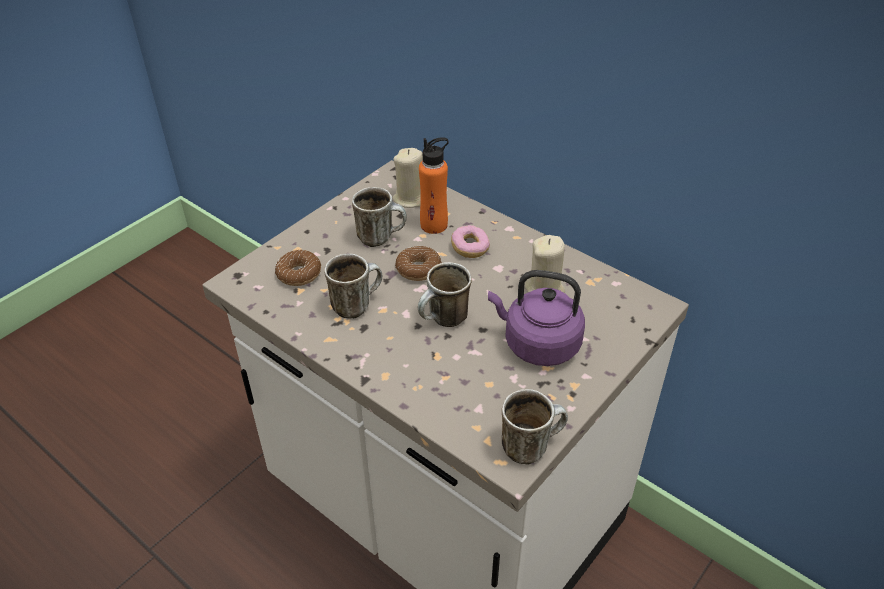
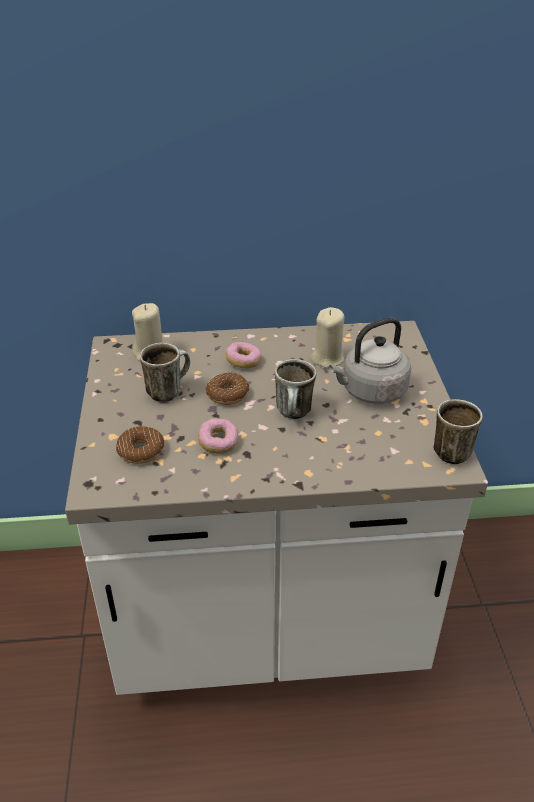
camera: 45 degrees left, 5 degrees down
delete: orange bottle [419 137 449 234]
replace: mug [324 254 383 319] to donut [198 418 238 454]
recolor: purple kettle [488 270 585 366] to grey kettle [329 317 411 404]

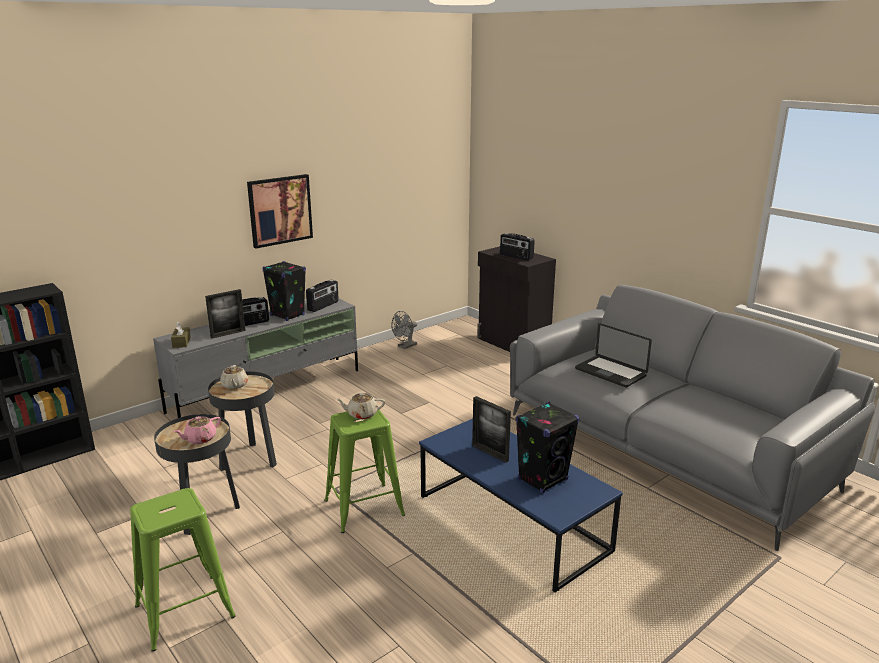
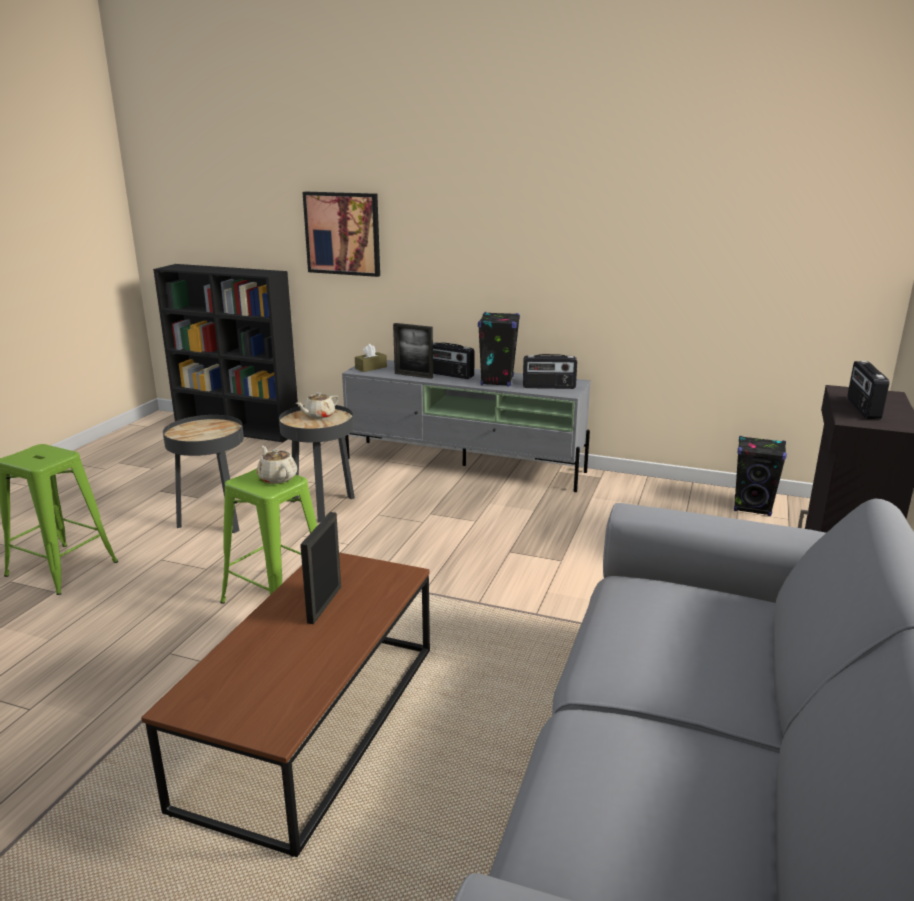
camera: 60 degrees right, 0 degrees up
delete: pink teapot [173 416 221 444]; grey fan [391 311 417 349]; laptop [575 323 652 387]
move: picture [247 174 313 248] to [303 191 380 277]; black speaker [516 402 579 493] to [734 436 787 516]
recolor: blue coffee table [419 419 623 592] to brown coffee table [141 552 430 857]

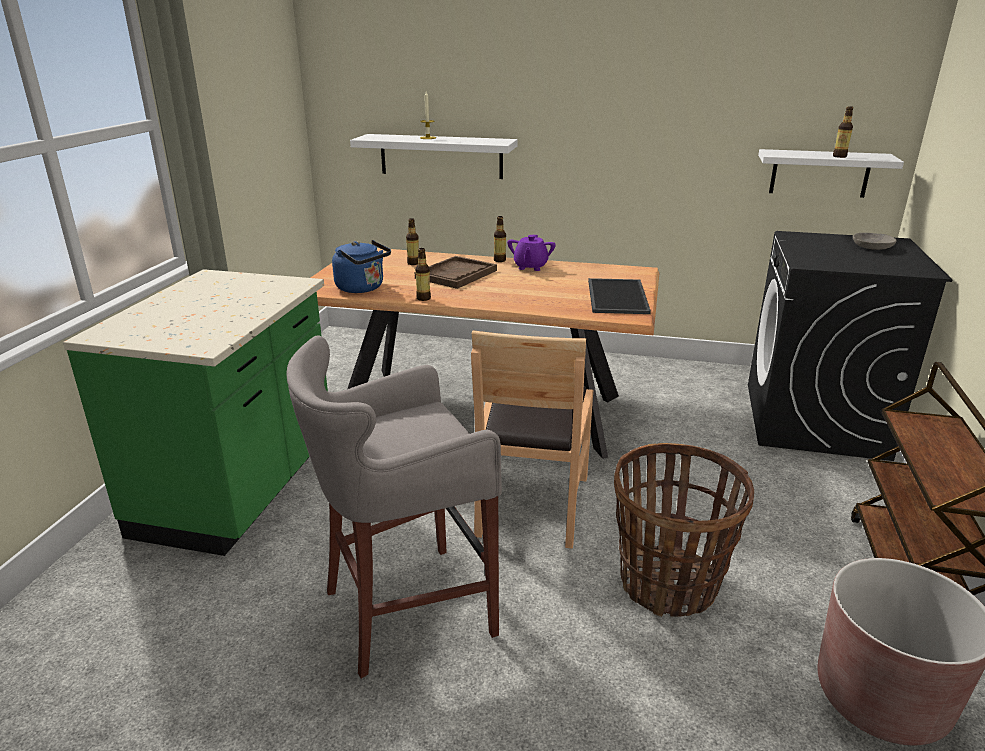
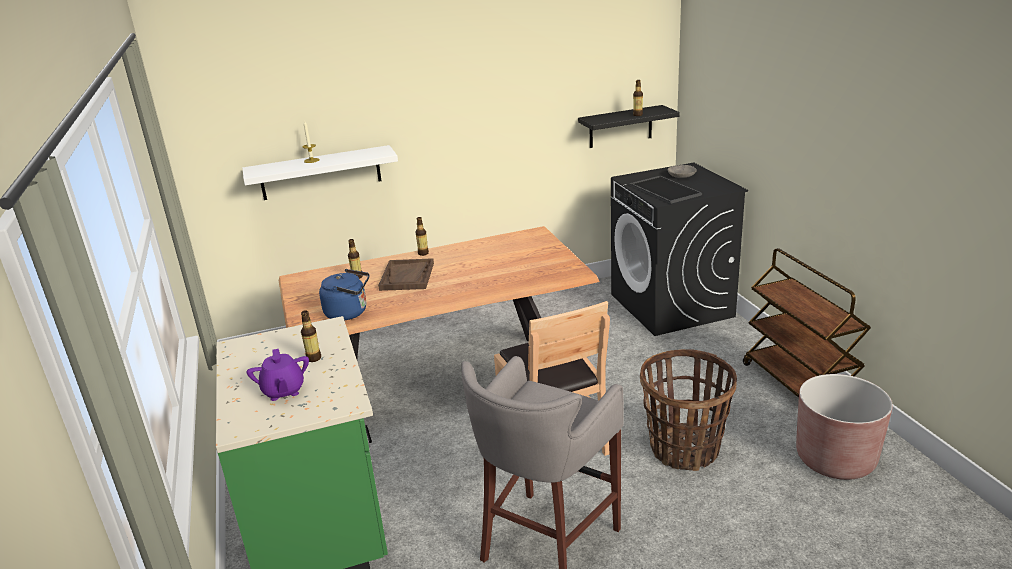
camera: 30 degrees left, 0 degrees up
move: bottle [415 248 431 301] to [301 310 321 362]; purple teapot [507 235 556 271] to [246 349 309 401]; tray [588 278 651 314] to [629 176 703 204]
recolor: white shelf [758 149 904 198] to black shelf [578 105 680 148]

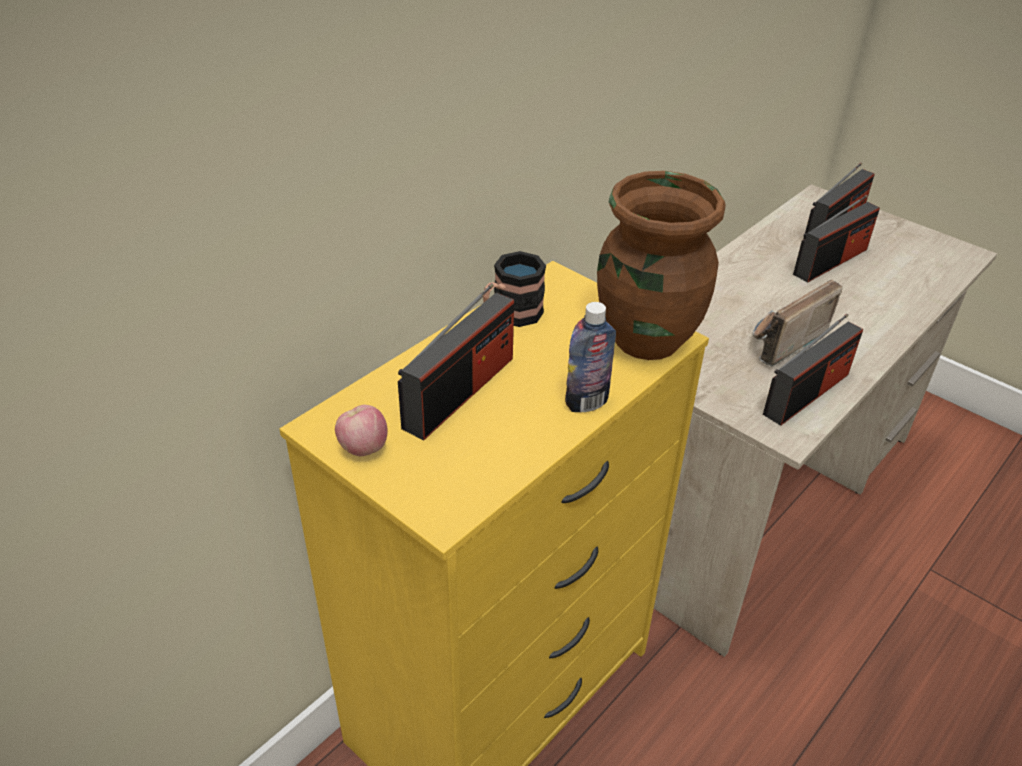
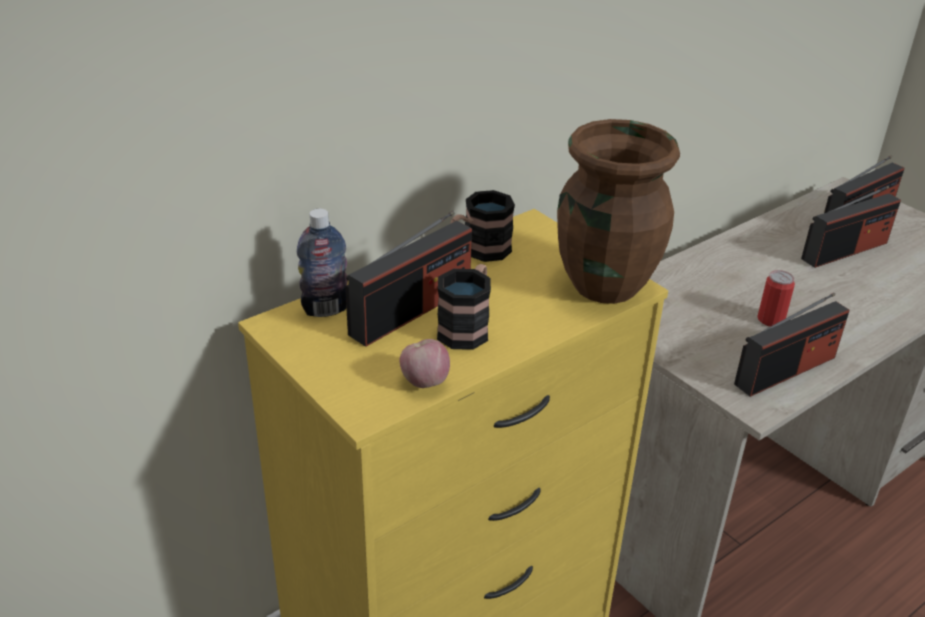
camera: 10 degrees right, 5 degrees down
insert: mug [437 264 491 350]
move: apple [335 405 388 456] to [400 339 450 388]; bottle [565 302 616 412] to [297 209 348 317]
replace: radio [752 280 842 367] to can [757 270 795 327]

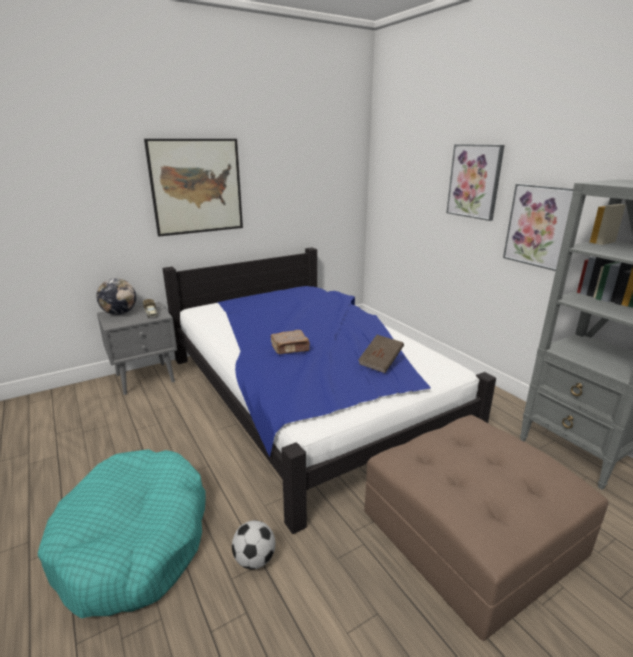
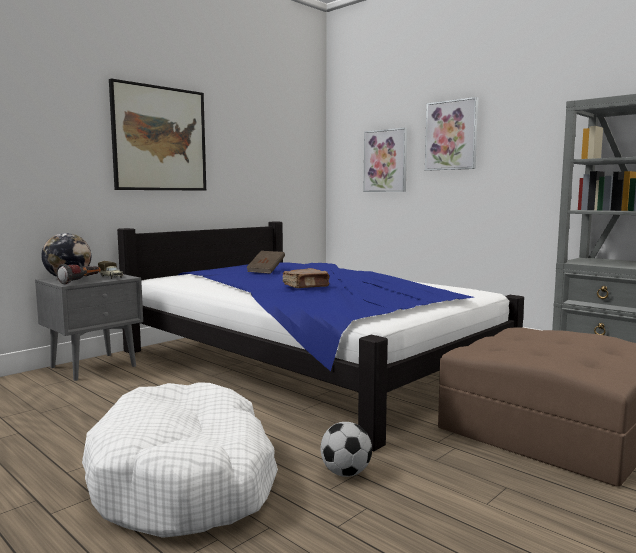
camera: 15 degrees left, 15 degrees down
insert: flashlight [57 264 101 285]
move: brown book [358 335 404 373] to [246 251 285 274]; picture [503 184 573 271] to [364 128 407 192]
recolor: turquoise dog bed [38 449 206 618] to white dog bed [82 382 278 538]

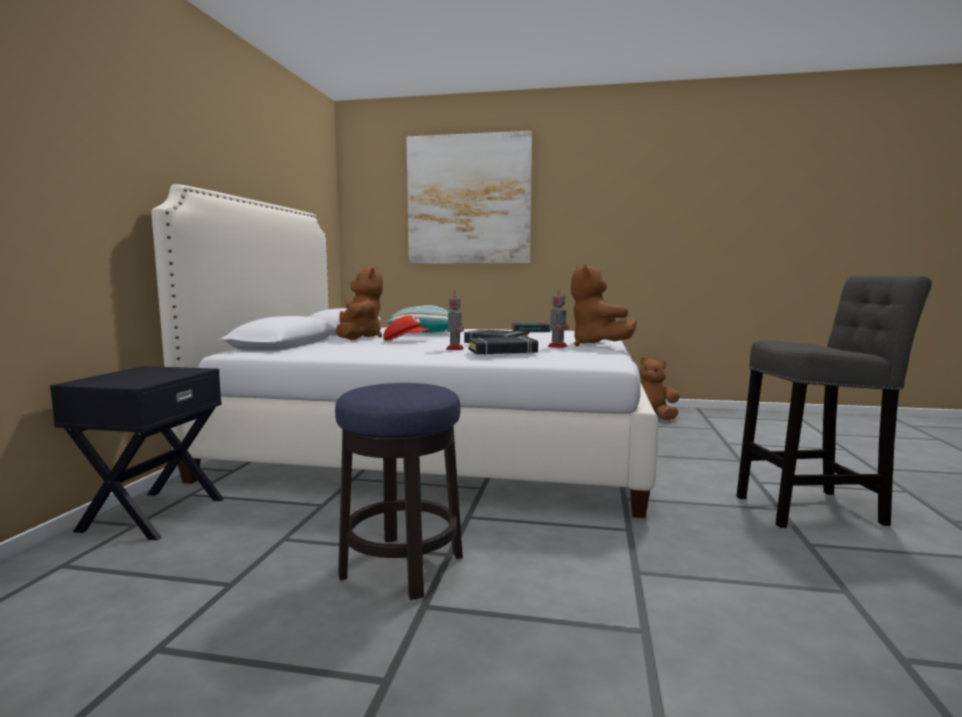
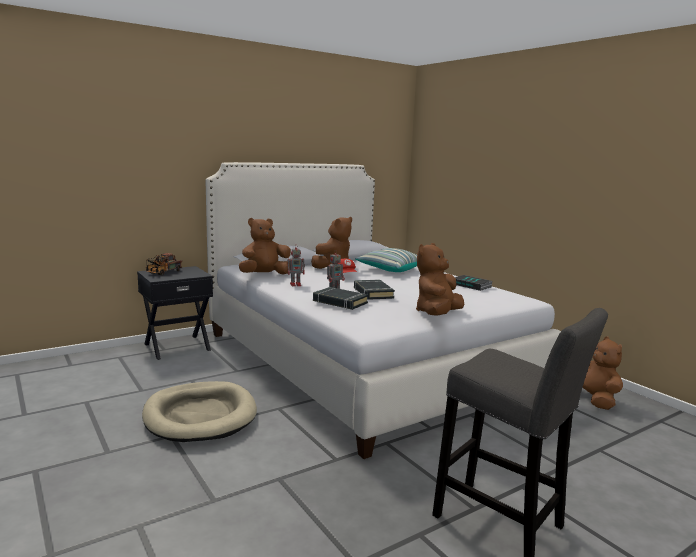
camera: 45 degrees right, 5 degrees up
delete: picture [406 131 532 264]
insert: toy truck [146 253 182 275]; brown plush toy [239 218 291 275]
move: toy robot [548 288 569 348] to [288 244 305 286]
replace: stool [335 383 463 600] to beige dog bed [142 381 257 442]

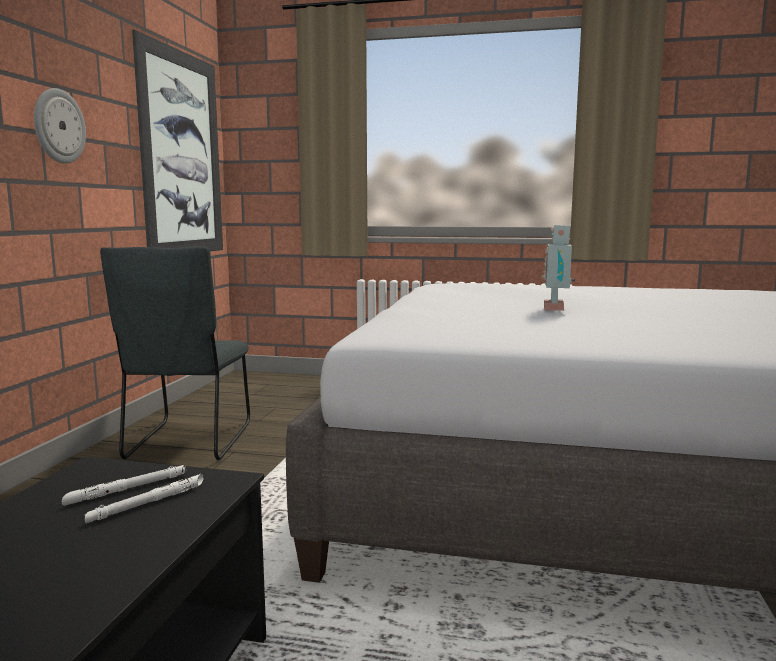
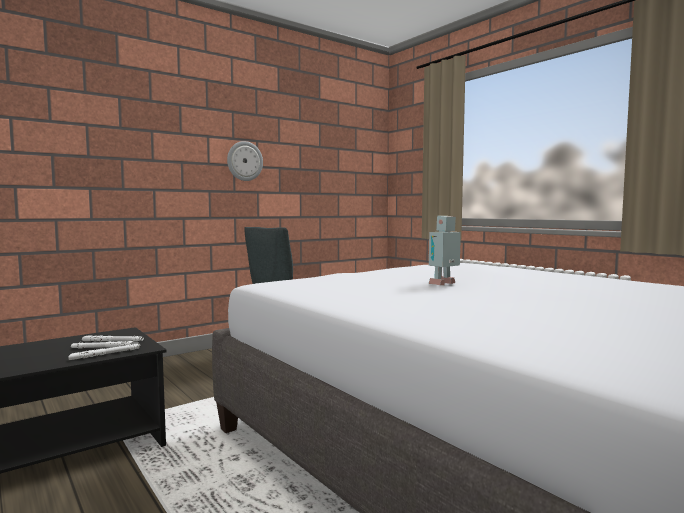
camera: 40 degrees right, 5 degrees down
delete: picture [132 30 223 252]
insert: white flashlight [68 343 140 360]

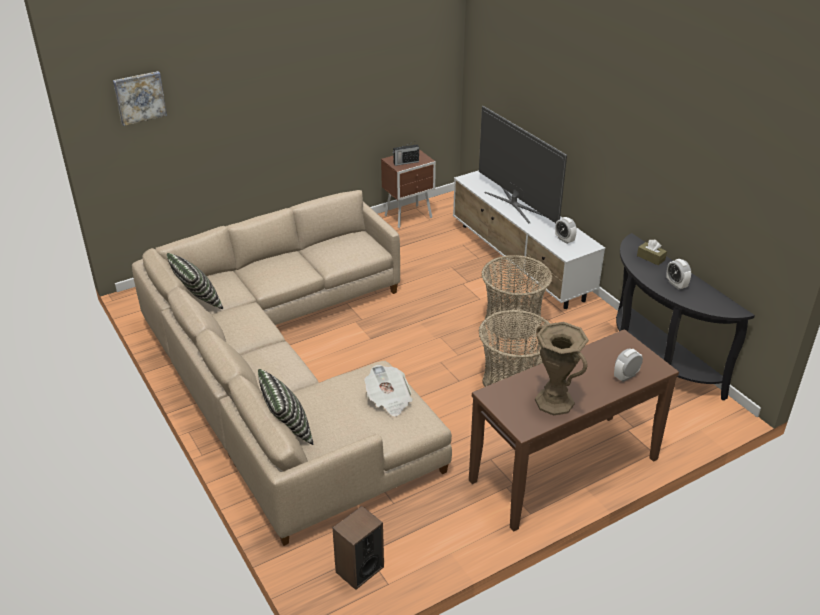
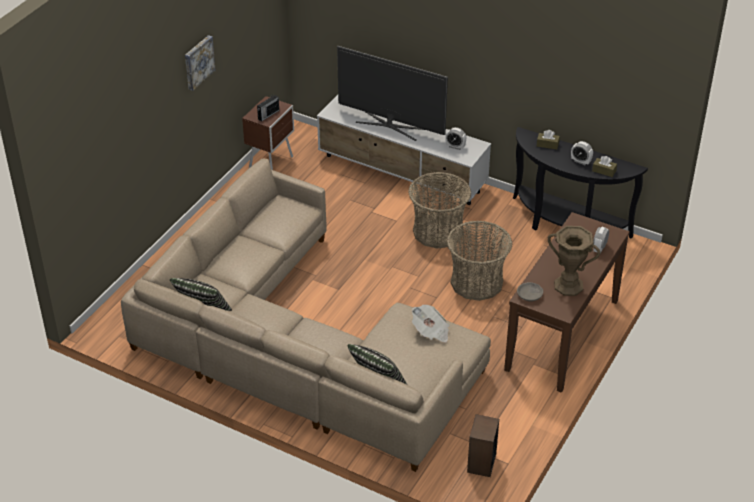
camera: 30 degrees left, 5 degrees up
insert: grey bowl [517 282 543 301]; brown tissue box [592 156 617 177]
move: picture [113 71 167 126] to [185 35 216 91]

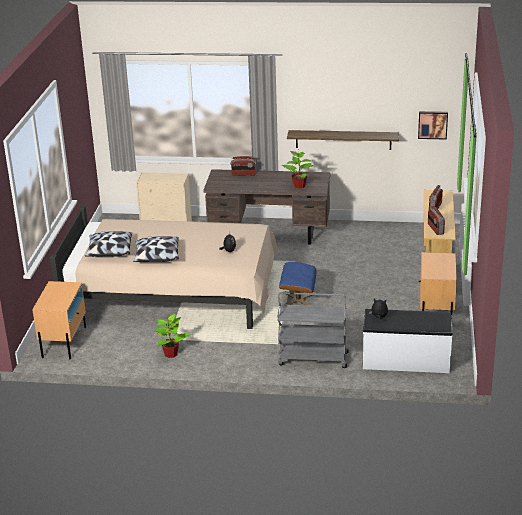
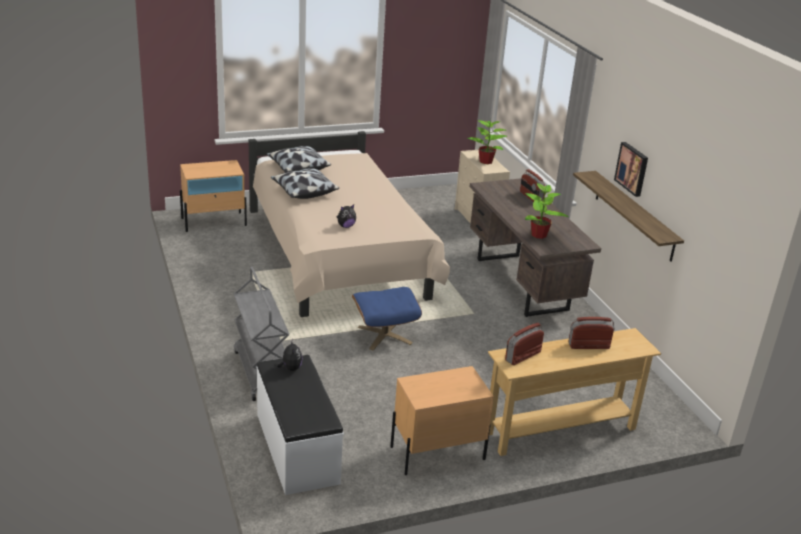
camera: 60 degrees right, 0 degrees up
move: potted plant [155 314 190 358] to [467 120 507 164]; picture [418 111 448 140] to [614 142 648 197]

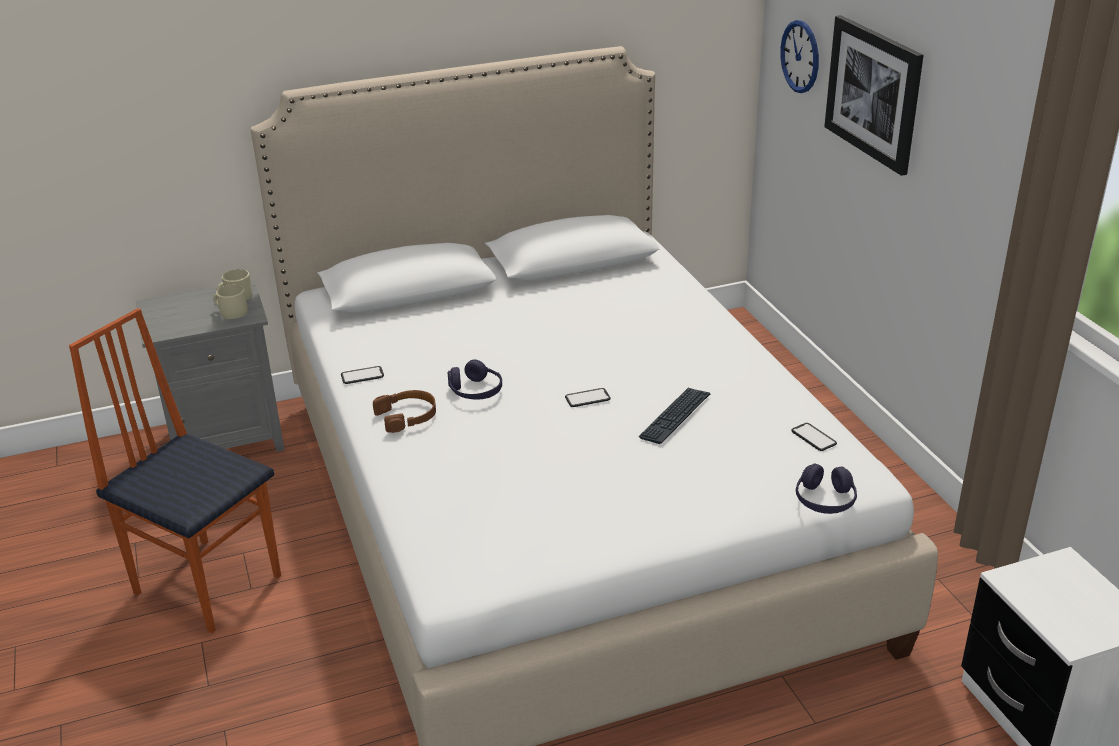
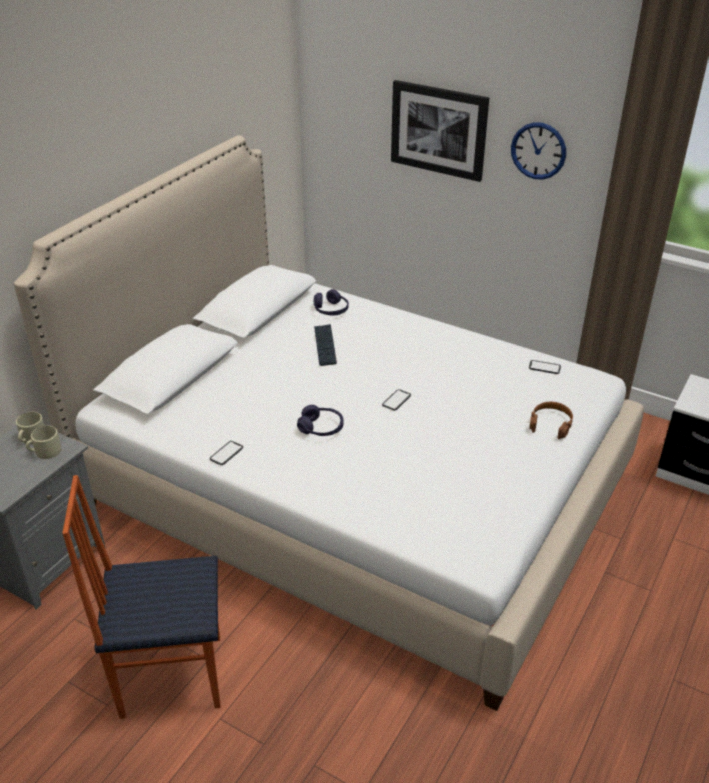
camera: 40 degrees left, 5 degrees up
move: brown headphones [373 390 436 433] to [529 402 573 439]; keyboard [639 388 710 444] to [314 324 337 366]; wall clock [780 20 819 93] to [511 122 566 180]; purple headphones [796 463 857 514] to [314 289 349 316]

